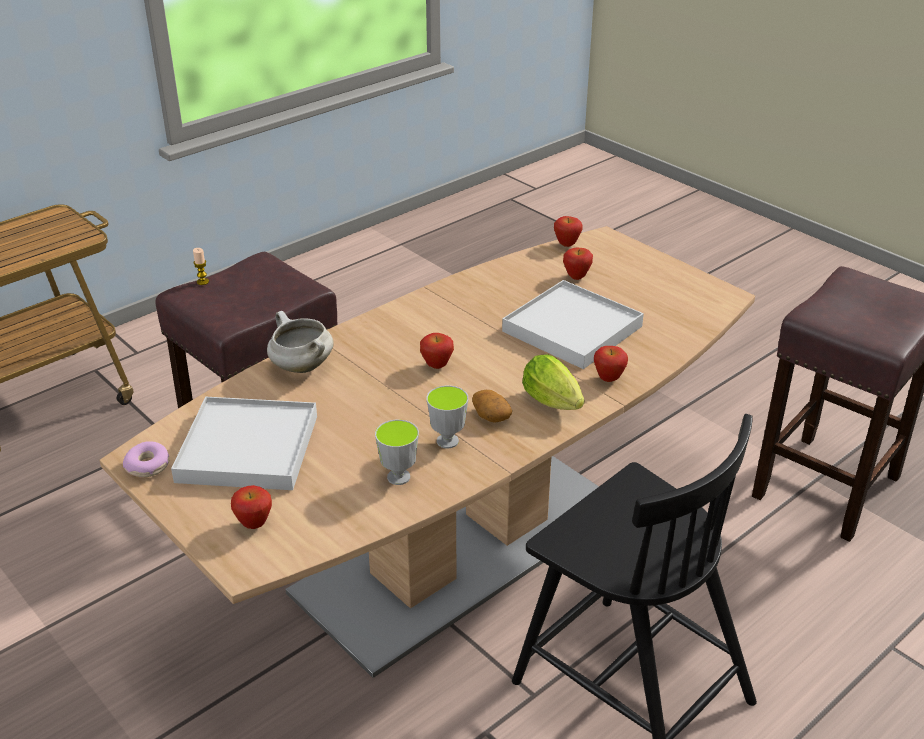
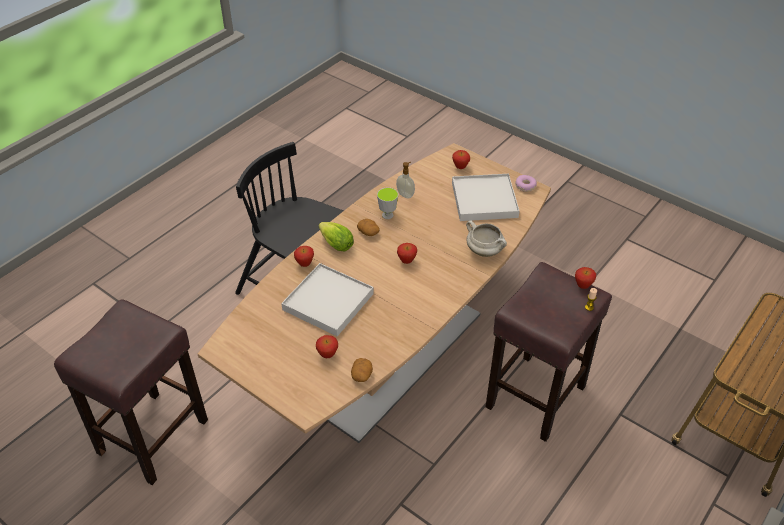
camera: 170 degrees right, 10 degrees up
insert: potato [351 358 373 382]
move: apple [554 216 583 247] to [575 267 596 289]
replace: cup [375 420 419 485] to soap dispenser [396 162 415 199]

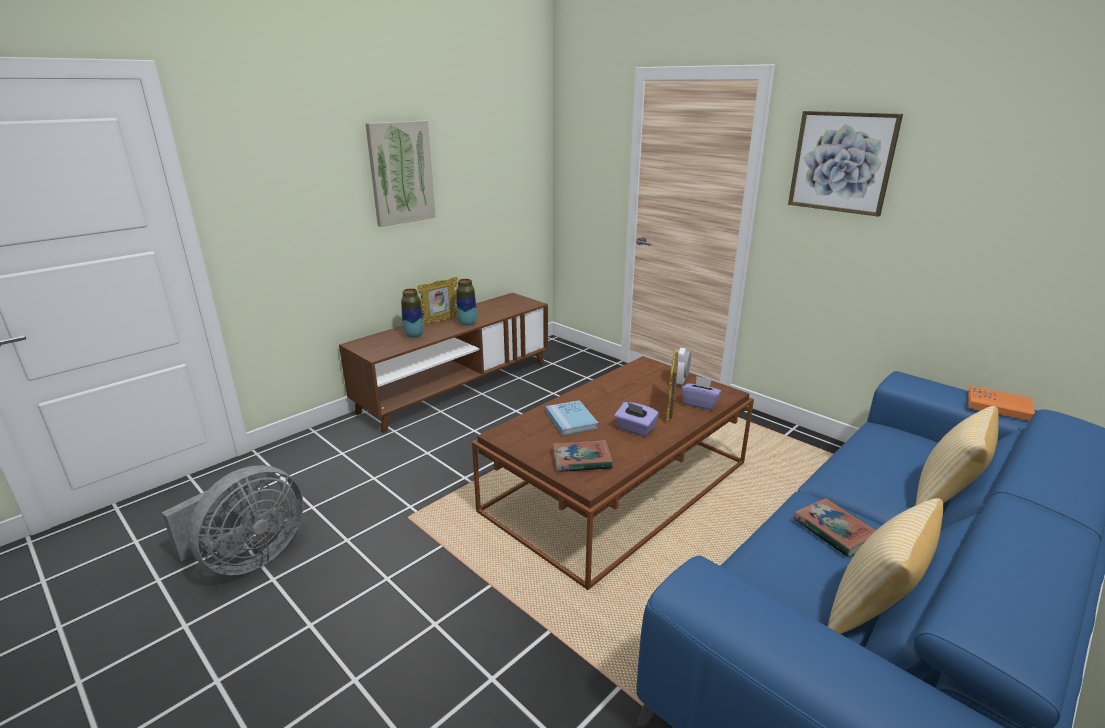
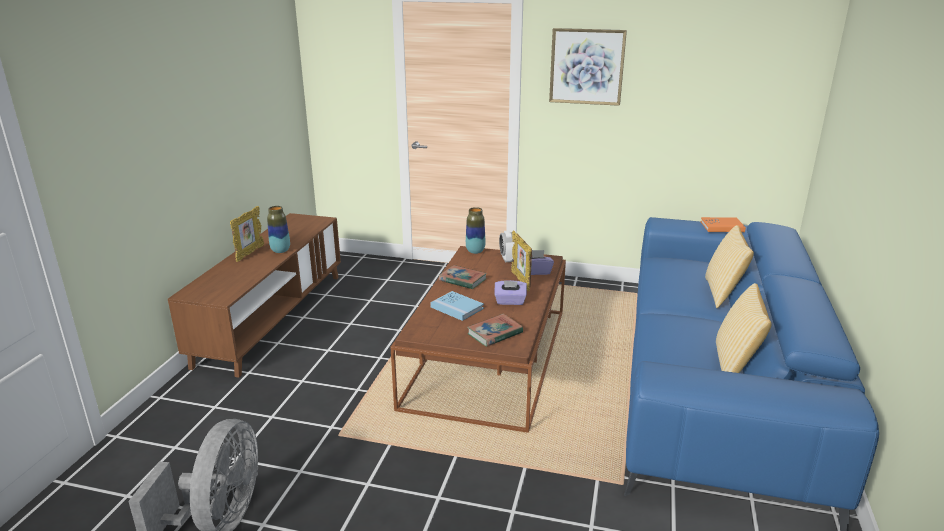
camera: 30 degrees left, 0 degrees up
delete: picture [365 121 435 227]
move: vase [401 289 424 338] to [466 207 485 254]; book [793 498 876 557] to [439 265 487 289]

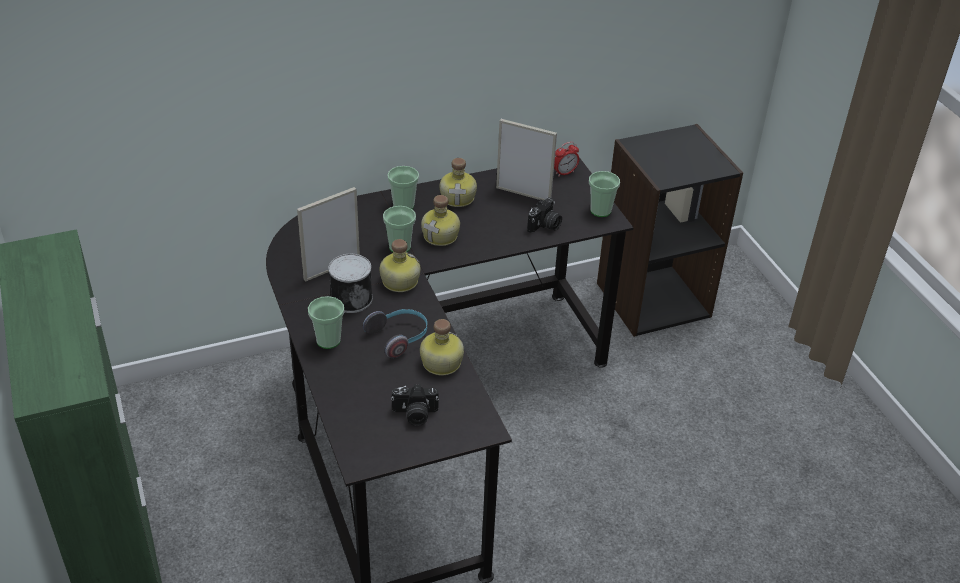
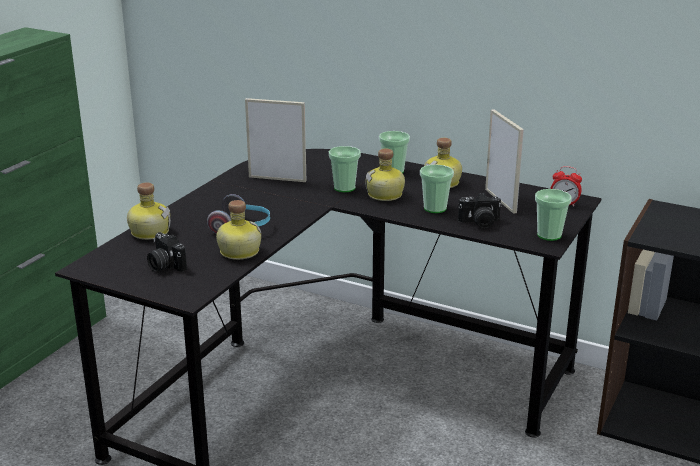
camera: 50 degrees right, 15 degrees down
delete: can [328 254 373 313]
move: cup [308 296 344 349] to [420 165 454 213]; bottle [379 239 421 292] to [127 182 171 240]

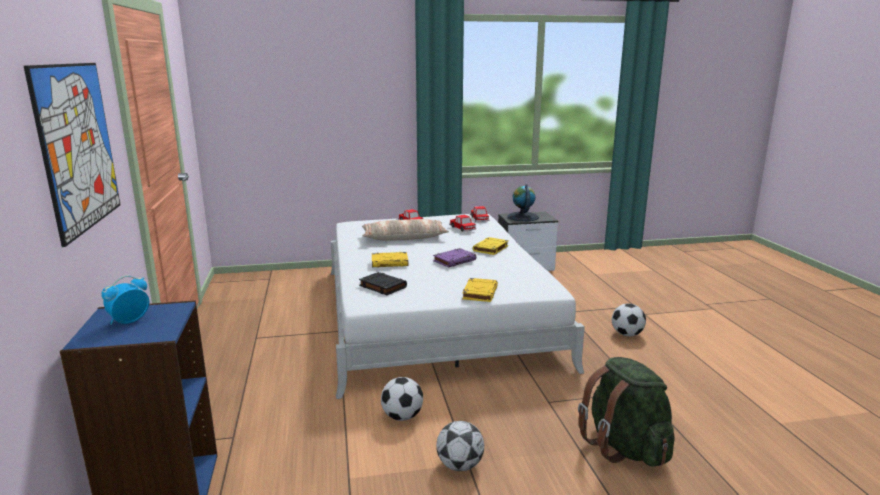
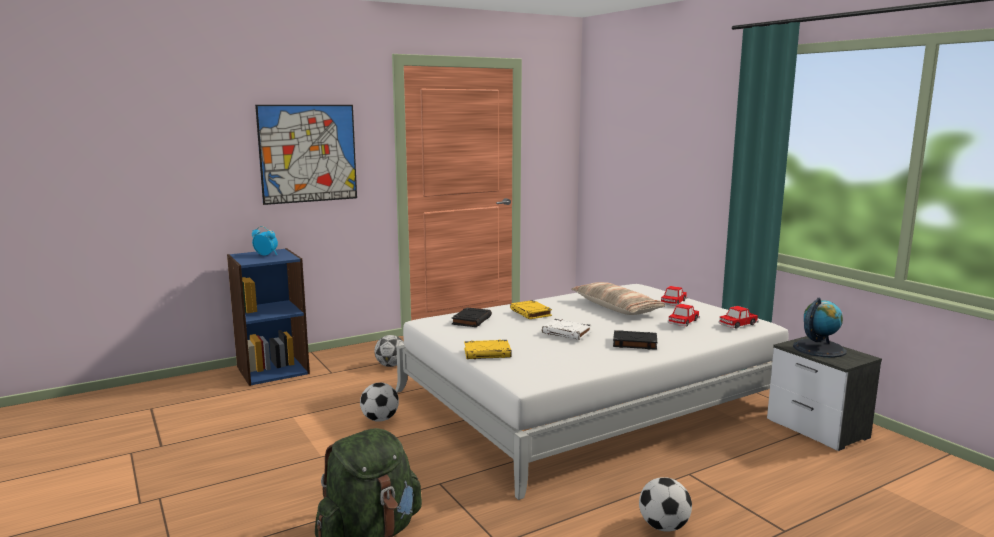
camera: 70 degrees right, 5 degrees down
move: football [436 421 484 471] to [374 335 405 367]
recolor: purple book [433 248 476 268] to white book [542 319 592 340]; yellow book [473 237 509 255] to black book [613 330 657 350]

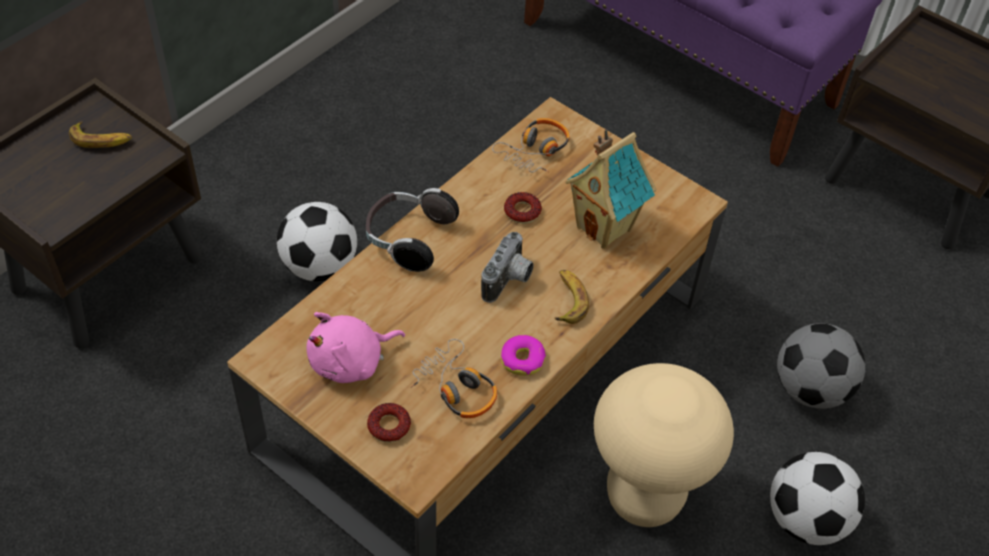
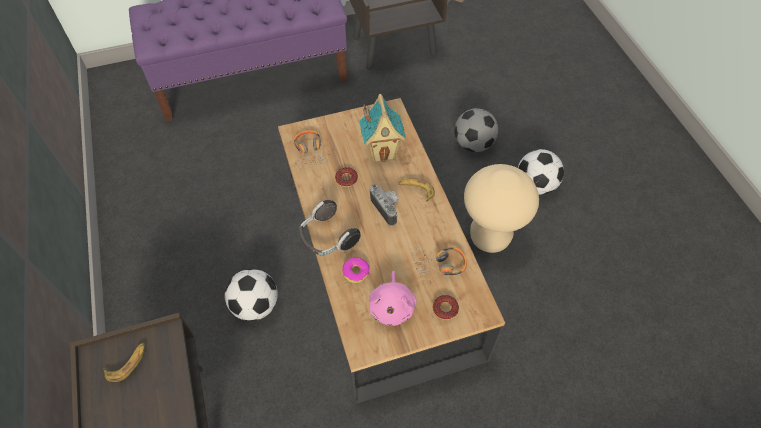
camera: 55 degrees left, 5 degrees up
move: donut [501 335 546 376] to [342 257 370 283]

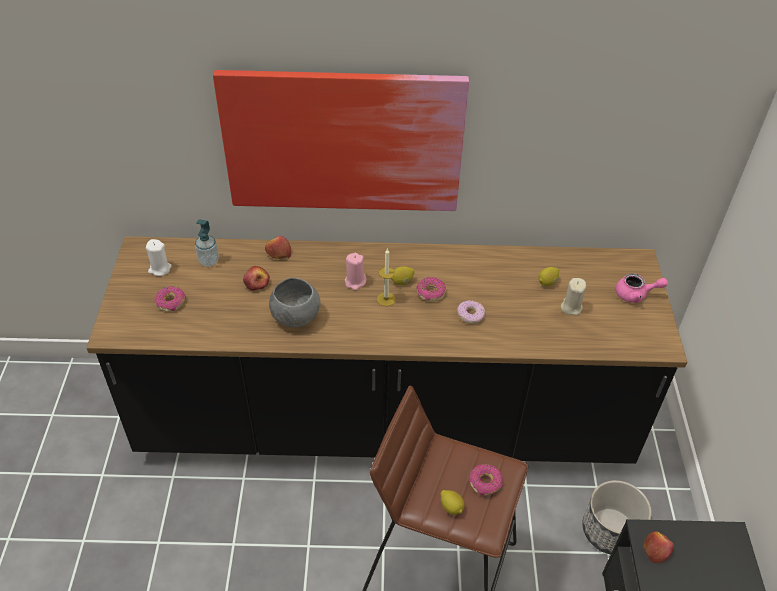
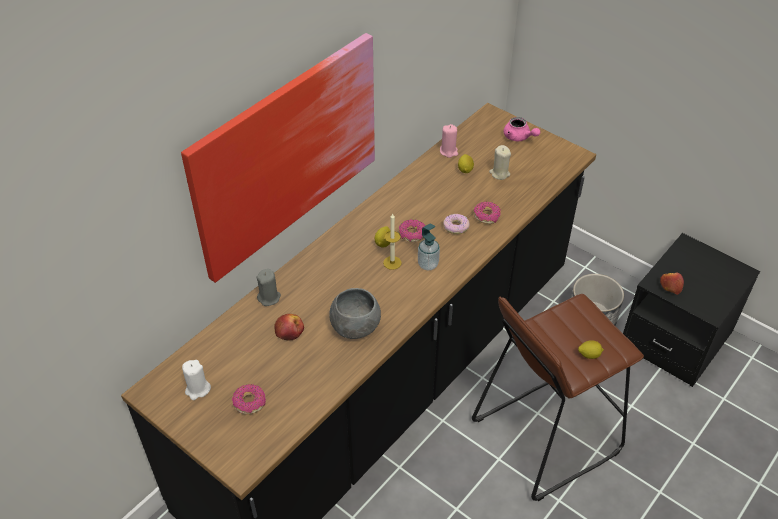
camera: 50 degrees left, 0 degrees up
move: soap dispenser [195 219 219 266] to [418 223 440 270]; pink candle [345 253 366 290] to [440 124 458 158]; donut [469 464 503 495] to [474 202 501 224]
replace: apple [265 236 291 259] to grey candle [257 269 281 306]
rotate: pink teapot [616 273 668 303] = [504 117 541 141] 90 degrees clockwise

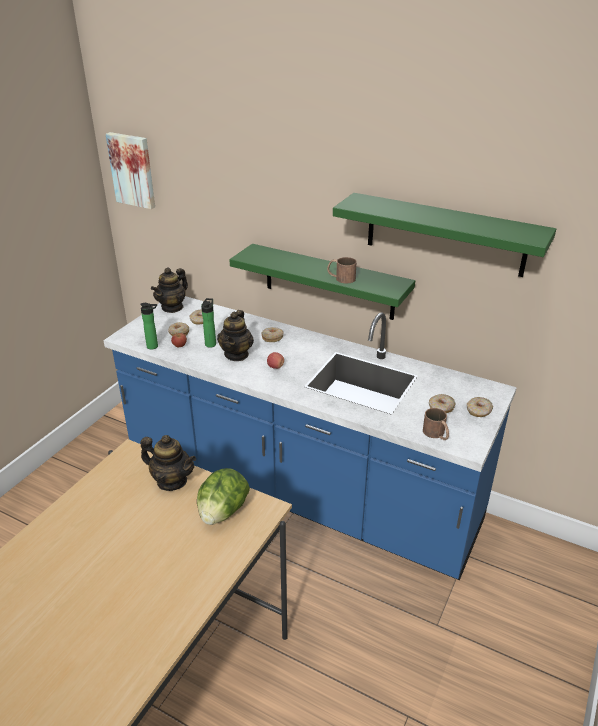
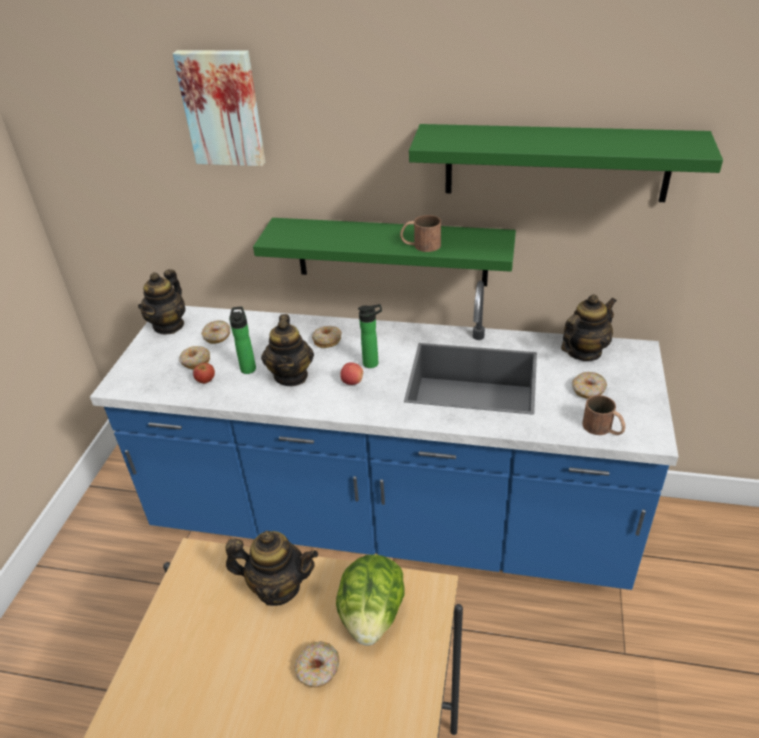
camera: 15 degrees left, 5 degrees up
insert: teapot [561 295 617 361]
move: picture [106 132 155 209] to [173 50 266 166]; bottle [140 303 158 349] to [358 304 382 368]; donut [467 397 493 417] to [295 641 339 687]

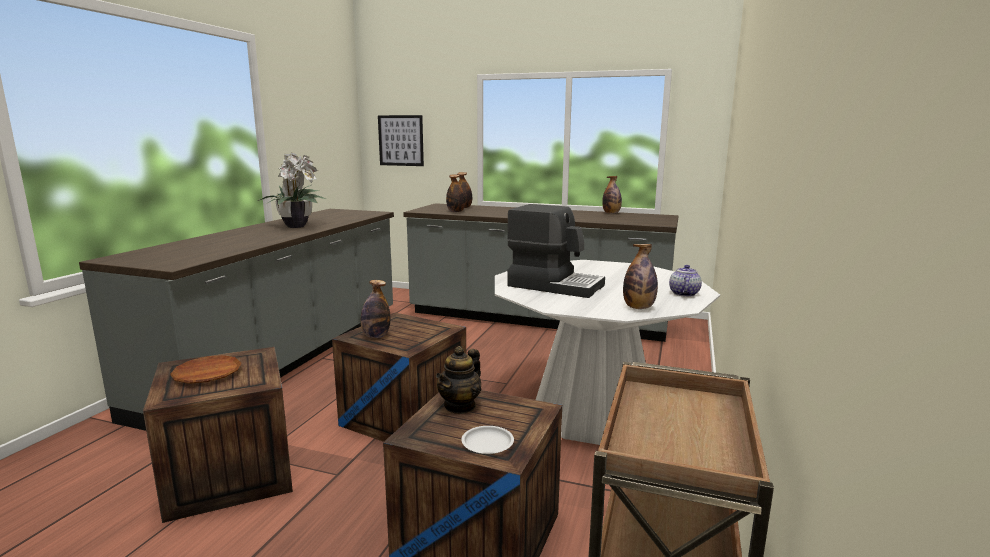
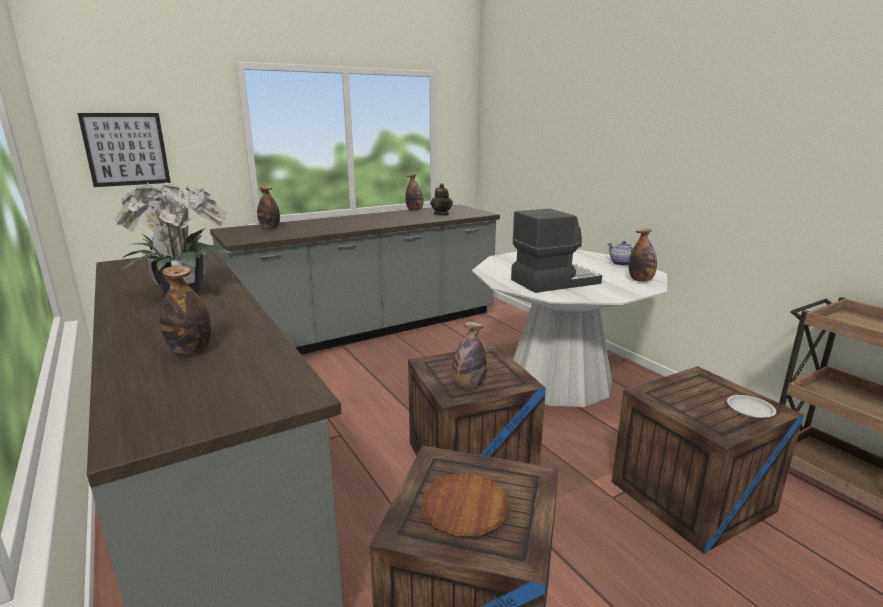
camera: 50 degrees left, 5 degrees up
move: teapot [436 346 481 414] to [430 183 453 216]; bottle [446 174 465 212] to [160 266 211 355]

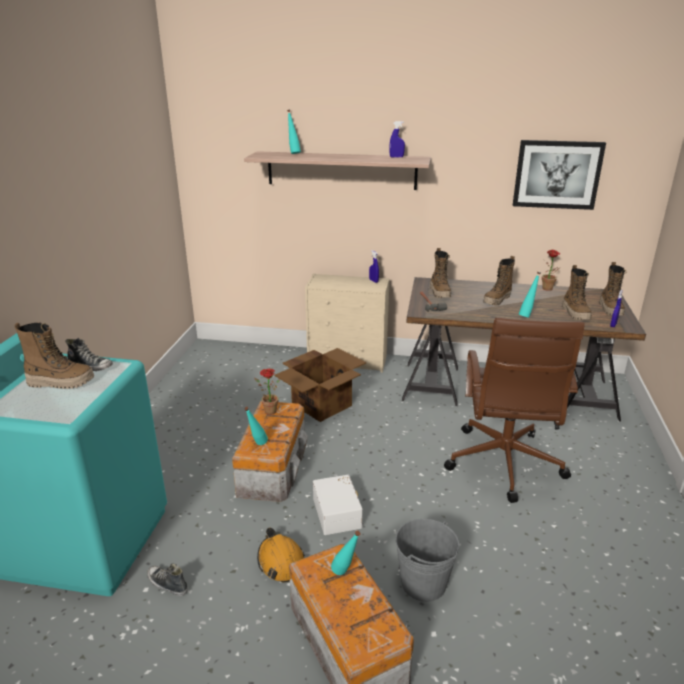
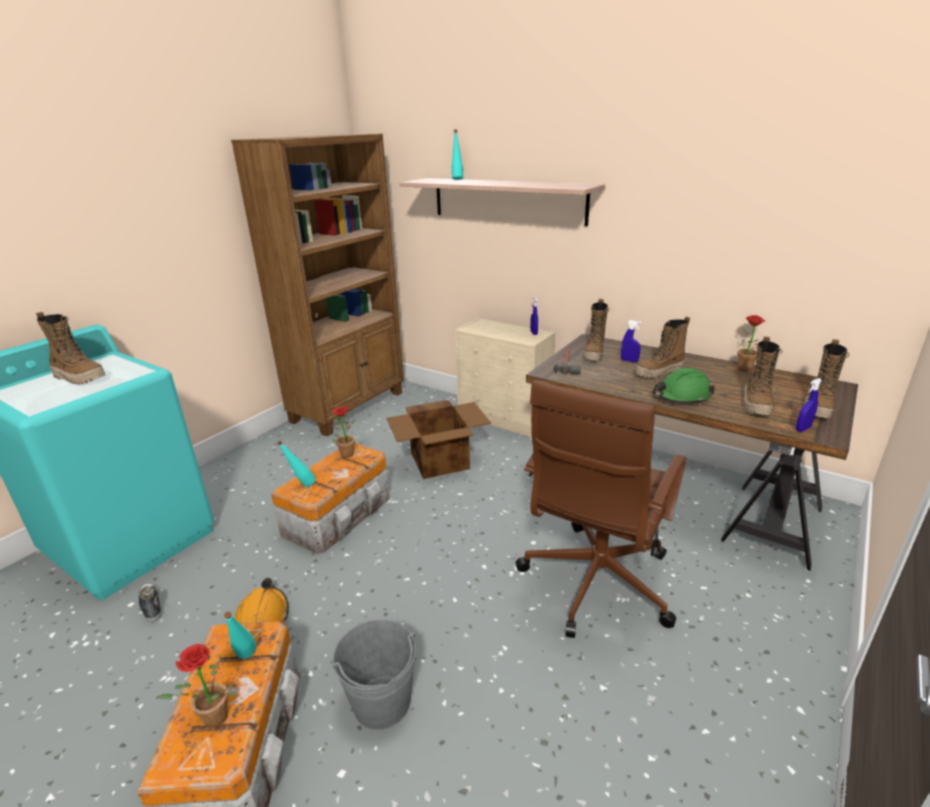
camera: 25 degrees right, 0 degrees up
delete: shoe [66 338 113 371]; white storage box [313 475 363 535]; picture [513 140 606 210]
insert: potted plant [158 644 237 728]; brown bookcase [231 134 404 437]
move: blue spray bottle [389 121 405 158] to [621 320 641 362]
replace: turquoise bottle [519 272 540 318] to green hard hat [653 368 715 404]

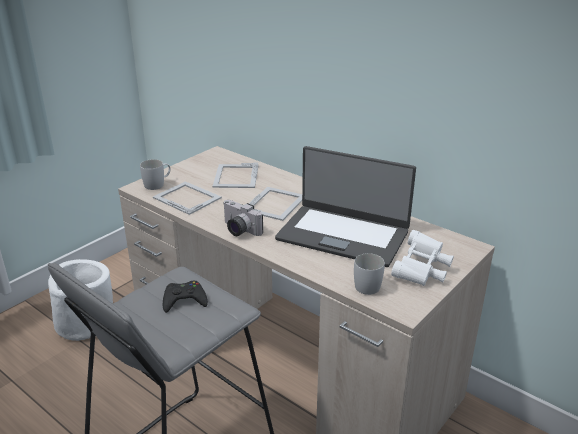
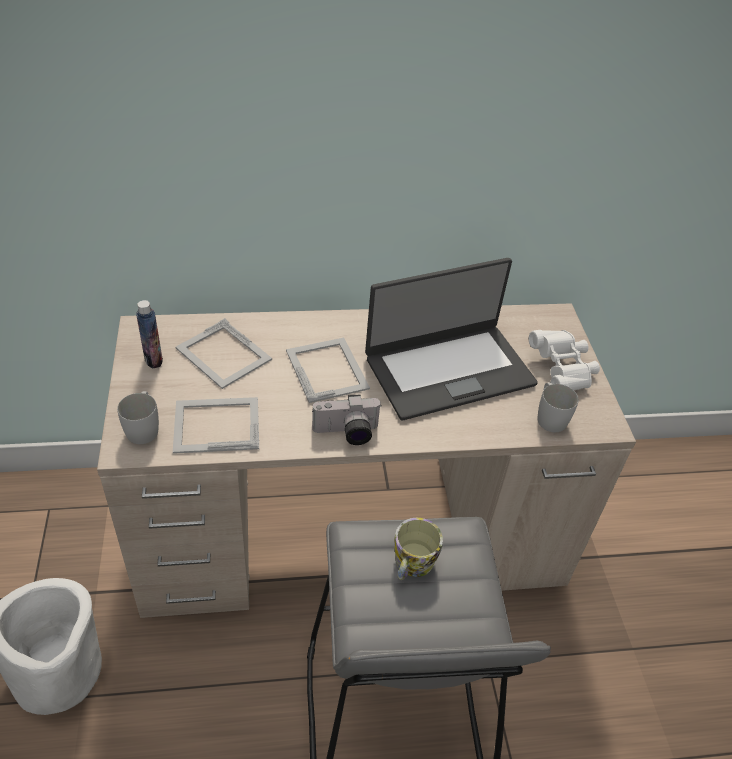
camera: 50 degrees left, 15 degrees up
insert: bottle [136 300 163 368]
replace: black game controller [163 281 208 313] to mug [394 518 443 580]

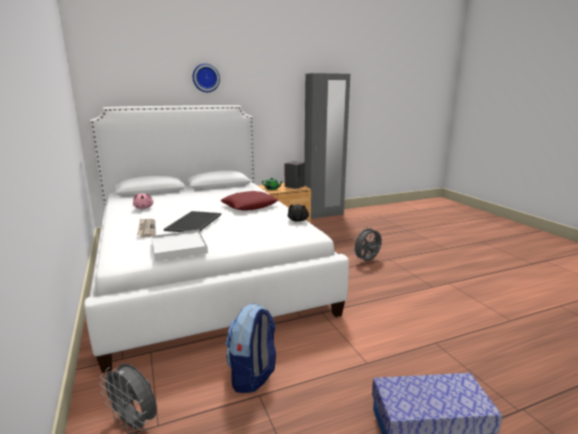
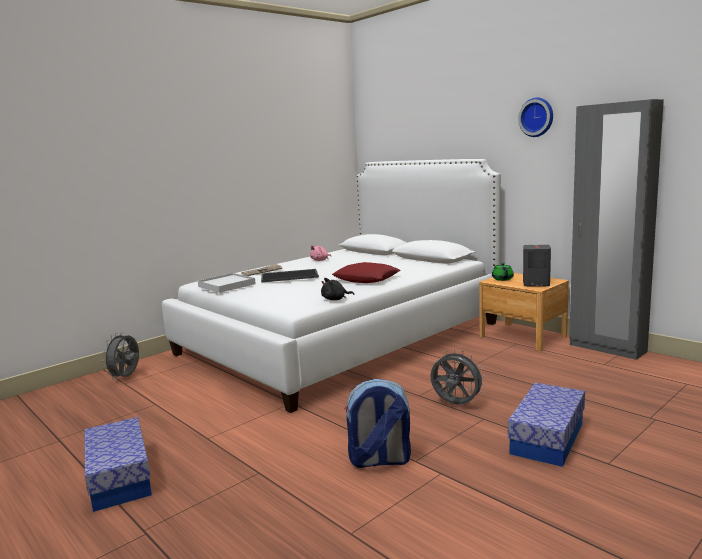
camera: 70 degrees right, 5 degrees down
insert: storage box [508 383 585 467]
move: wall clock [192 63 220 92] to [518 98 553 137]; backpack [226 304 276 393] to [344 379 411 468]

